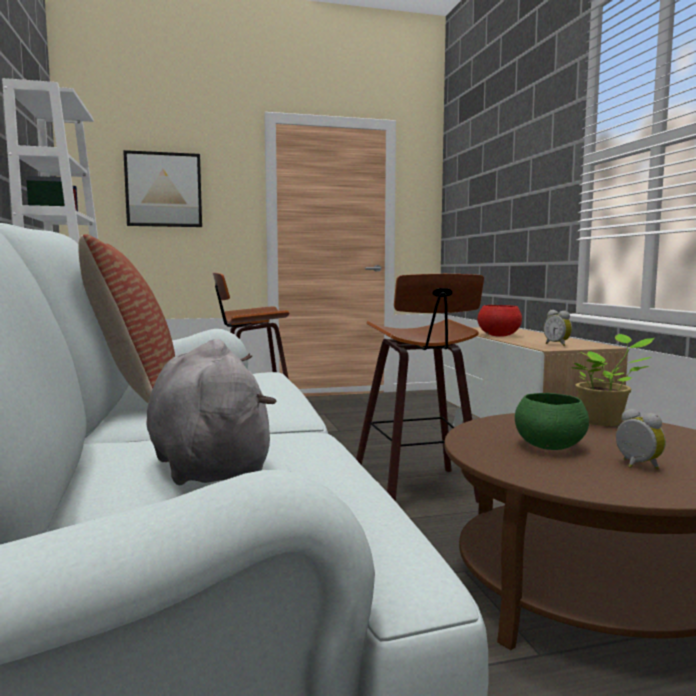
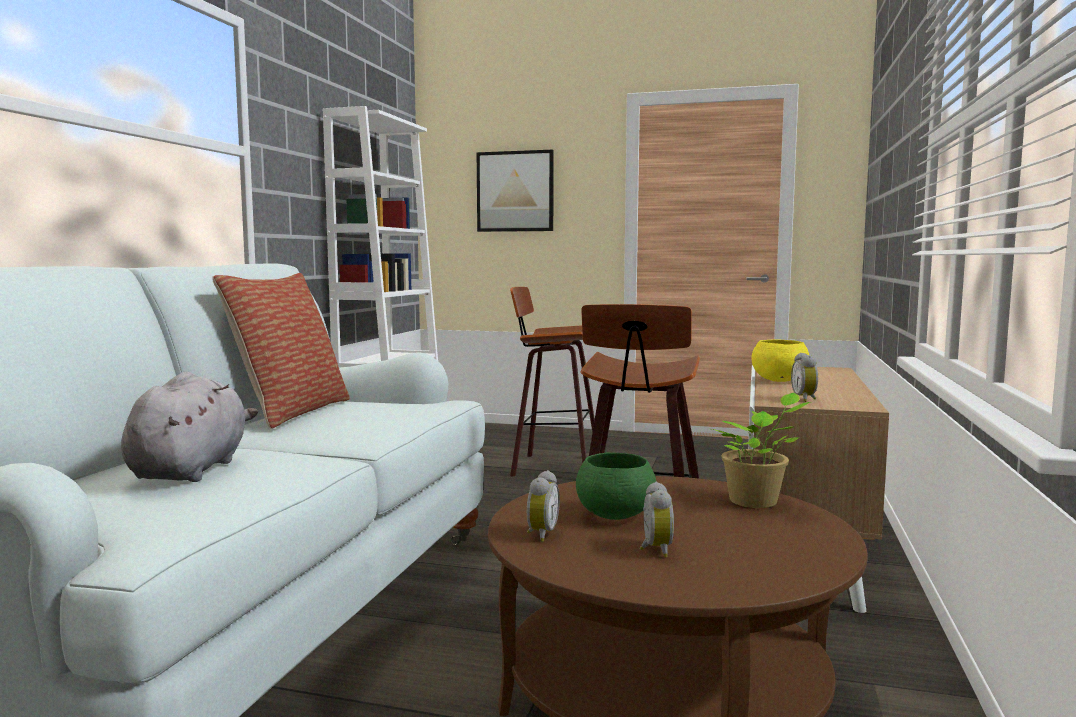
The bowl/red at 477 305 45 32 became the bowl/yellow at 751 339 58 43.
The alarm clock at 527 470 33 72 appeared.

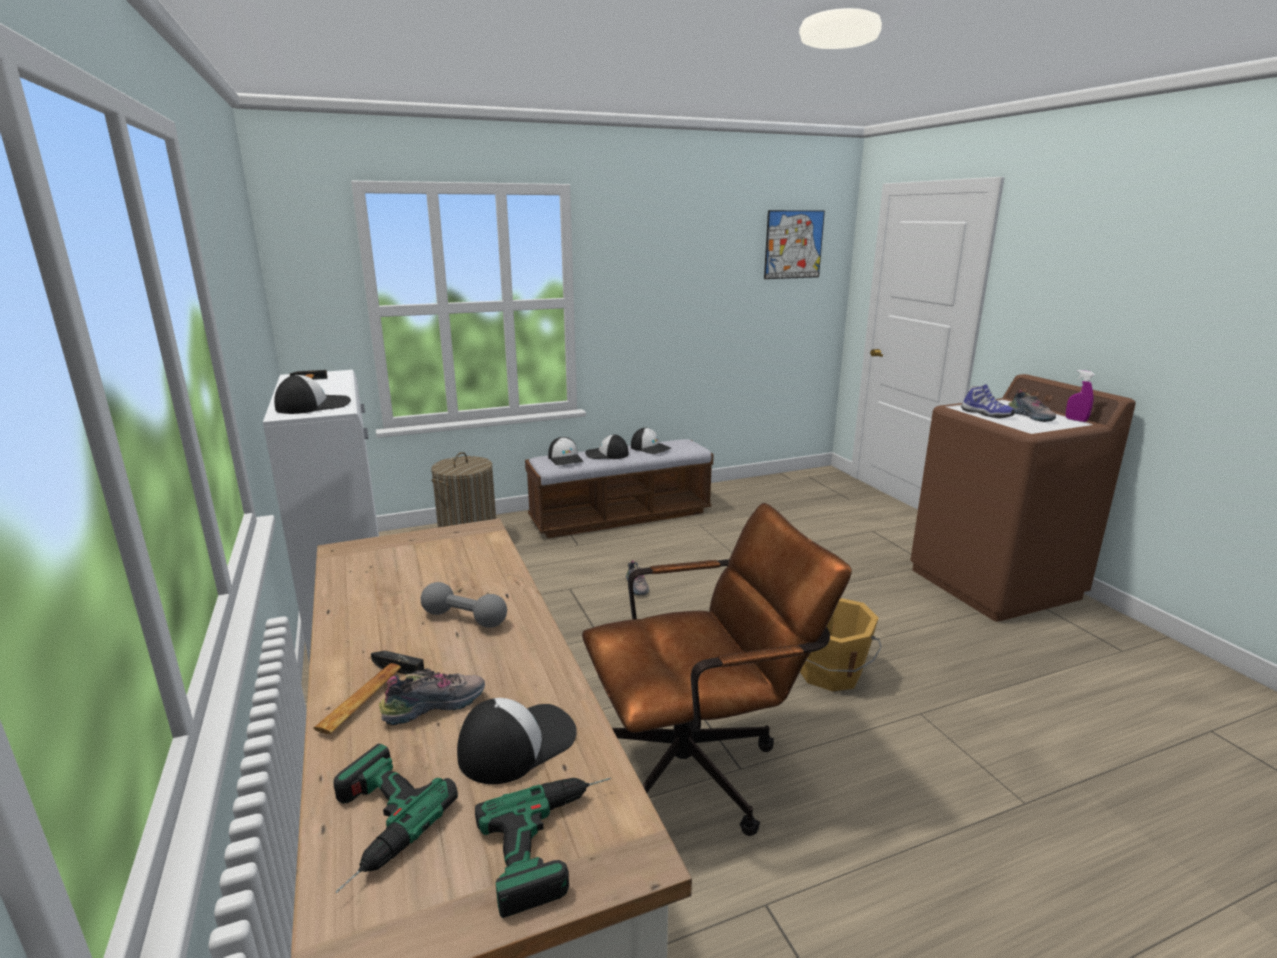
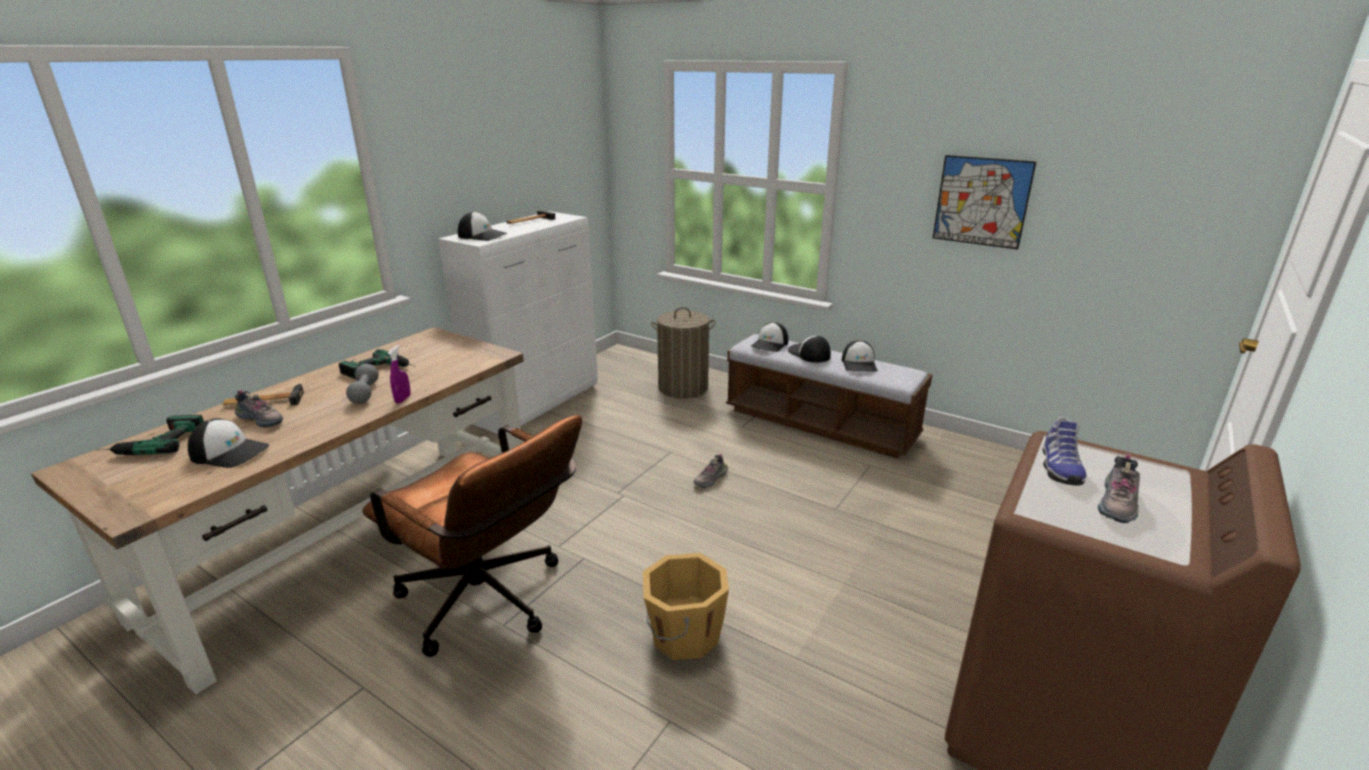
The power drill moved from 475 778 136 140 to 339 349 75 30.
The picture moved from 764 210 61 69 to 933 155 103 94.
The spray bottle/purple moved from 1066 370 29 52 to 388 345 23 58.

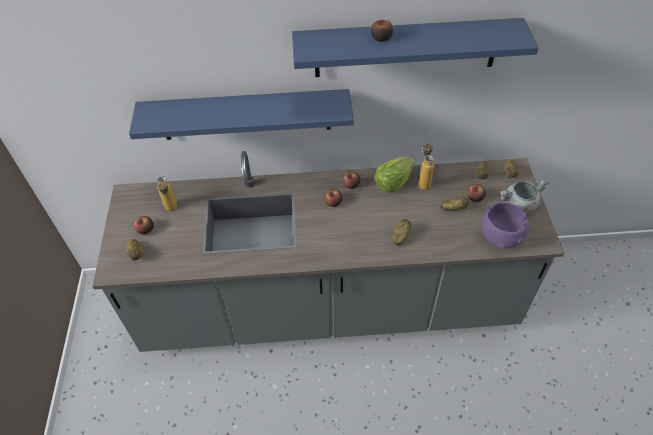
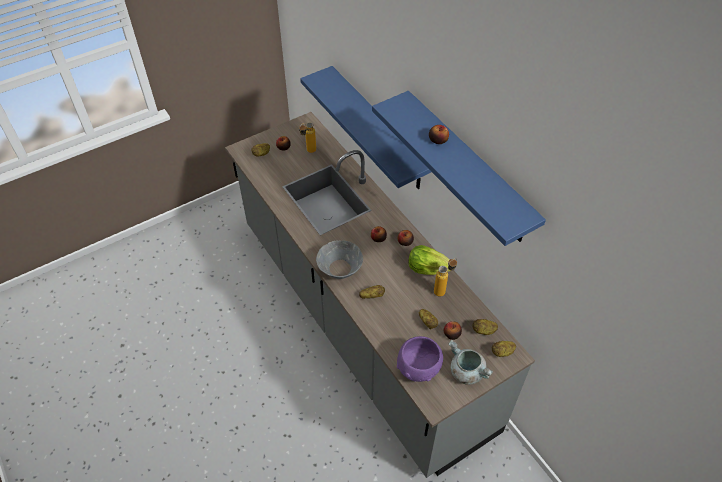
The bowl/grey at 316 240 47 39 appeared.

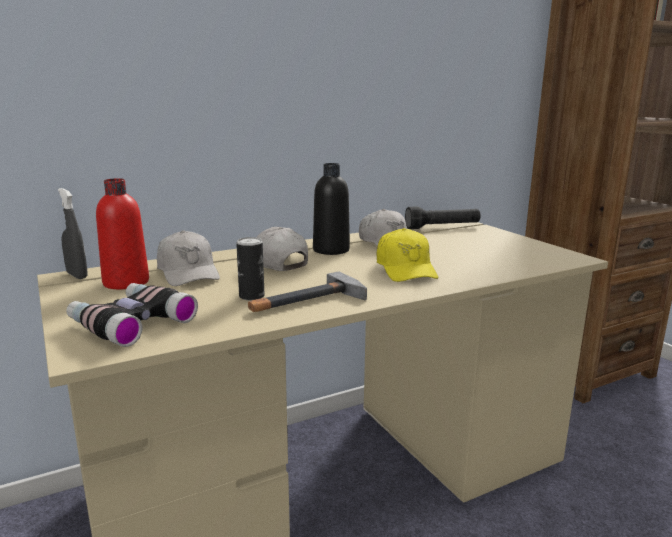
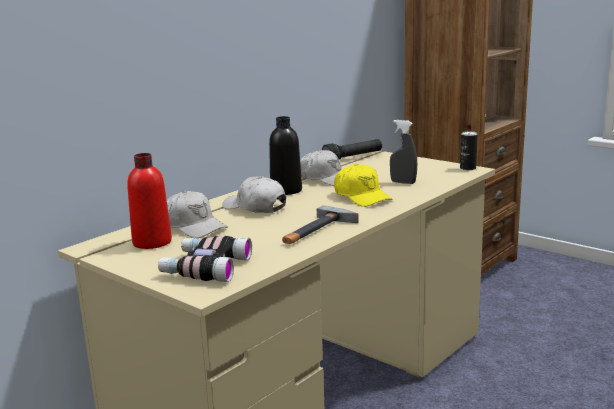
The spray bottle/grey moved from 58 188 30 91 to 390 120 27 64.
The can moved from 236 237 29 63 to 460 131 18 39.

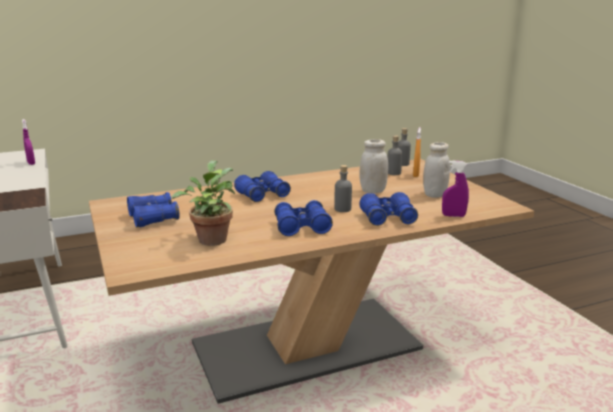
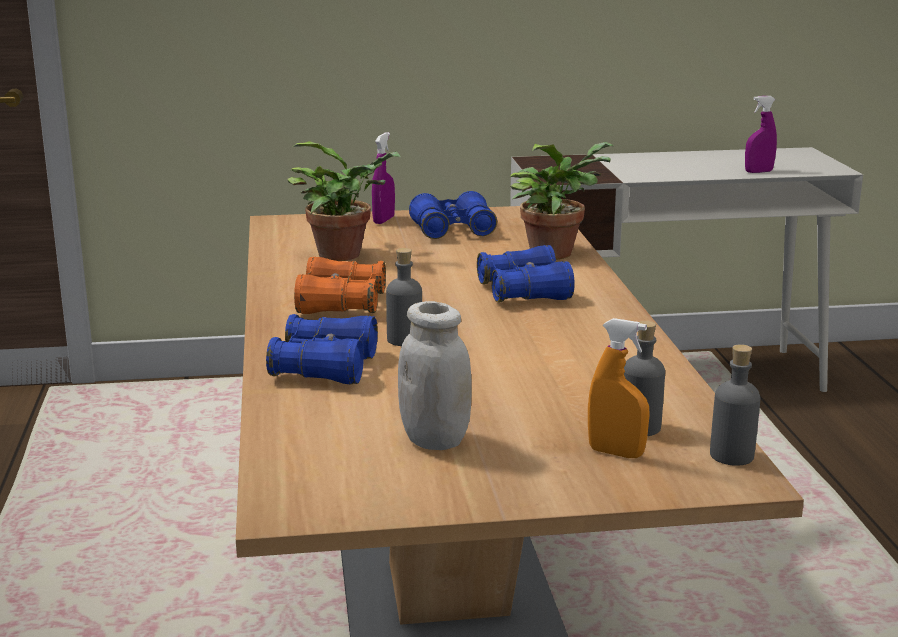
The binoculars/blue at 274 200 59 36 became the binoculars/orange at 294 257 92 57.
The jar/white at 360 139 28 54 disappeared.
The spray bottle/purple moved from 442 160 27 57 to 372 132 23 92.
The potted plant at 510 142 104 118 appeared.

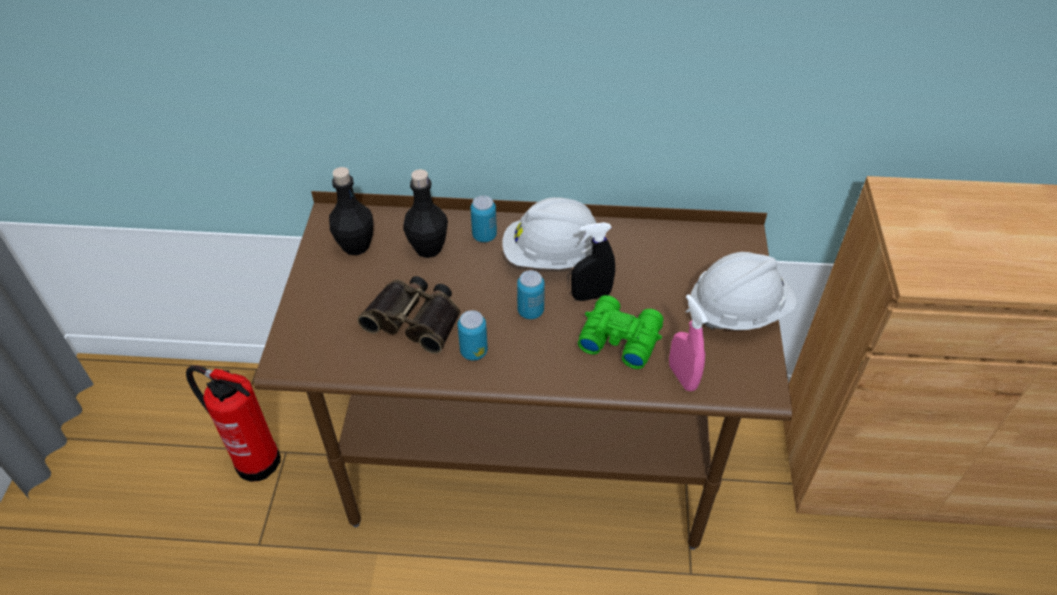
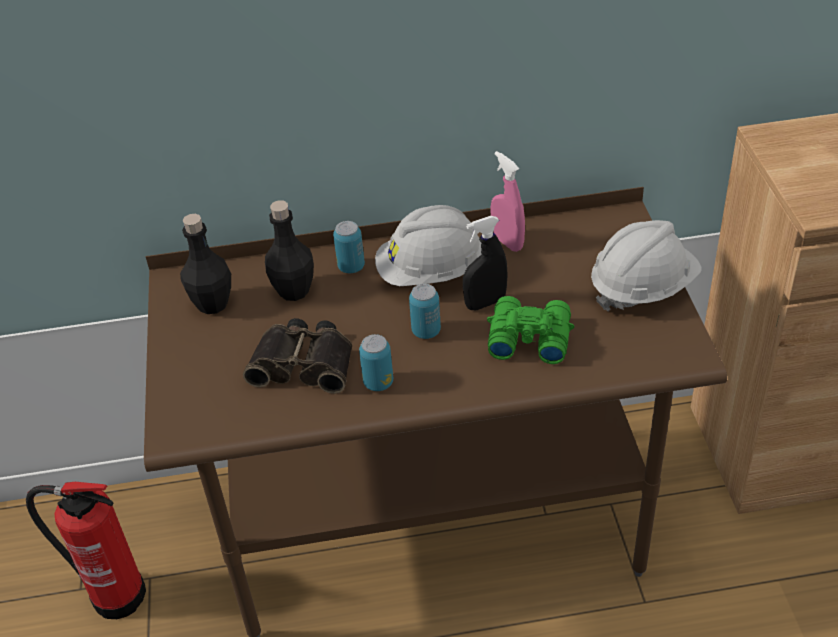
The spray bottle/pink moved from 669 294 39 97 to 490 151 35 101.

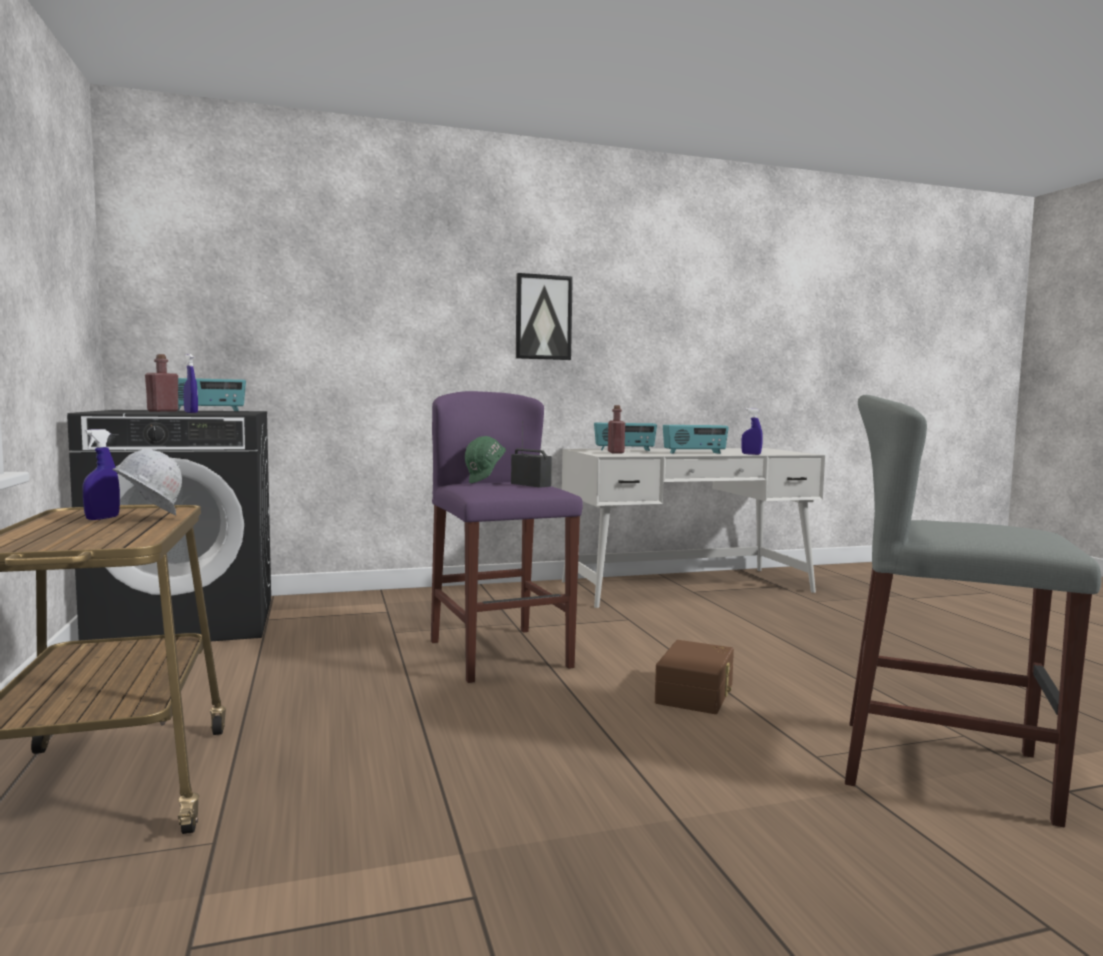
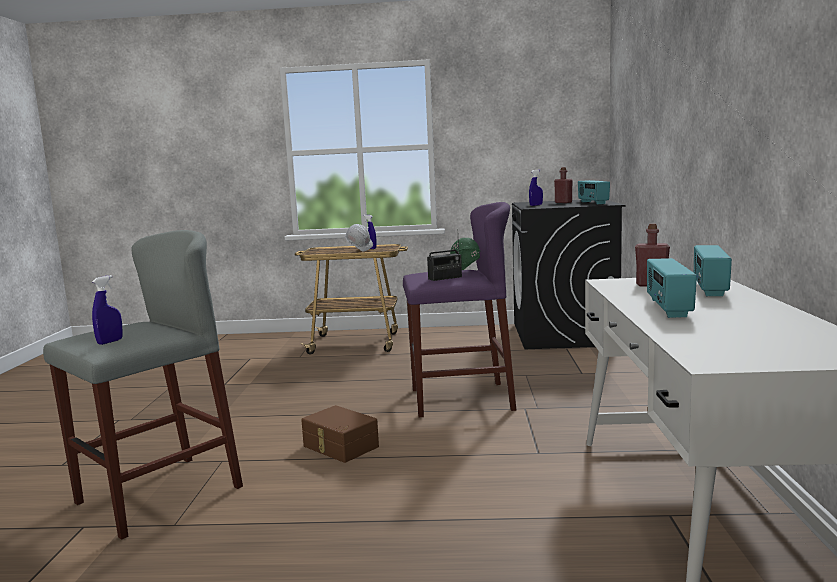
The picture at 516 273 57 87 disappeared.
The spray bottle/blue moved from 741 408 22 47 to 92 275 31 70.

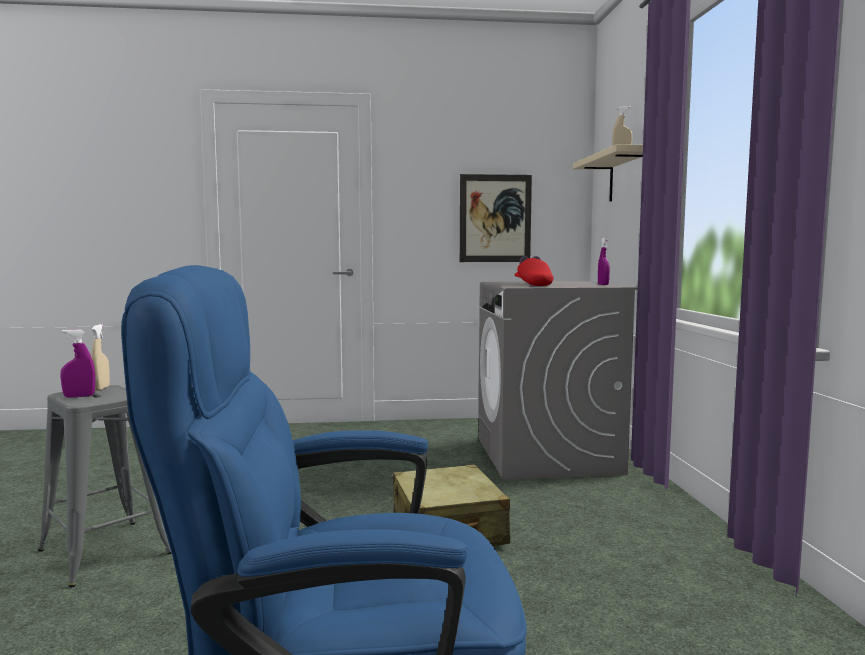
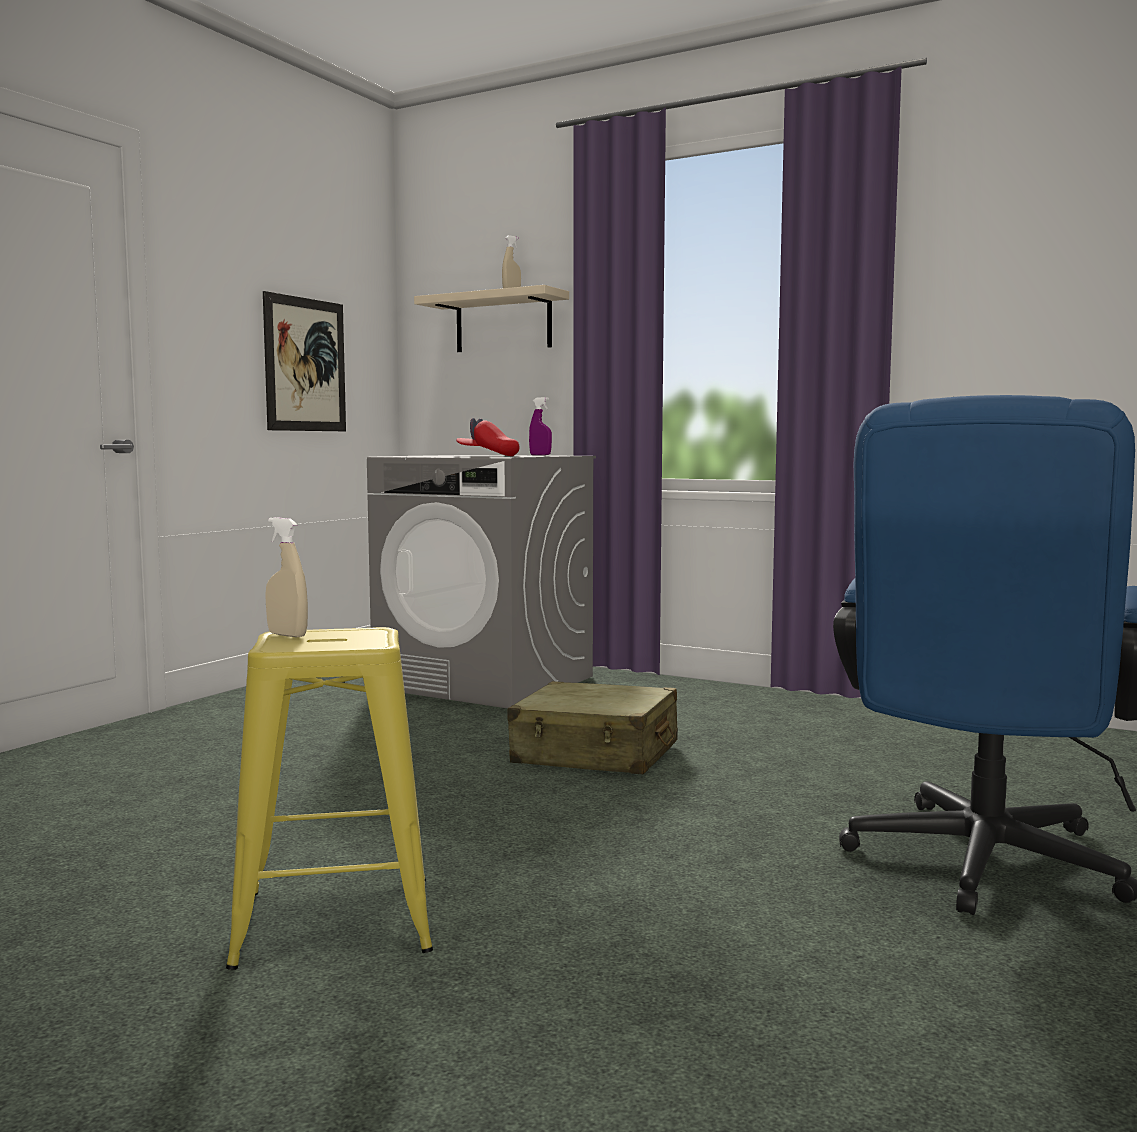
The stool/grey at 38 385 134 202 became the stool/yellow at 226 627 207 343.
The spray bottle/purple at 60 329 35 69 disappeared.

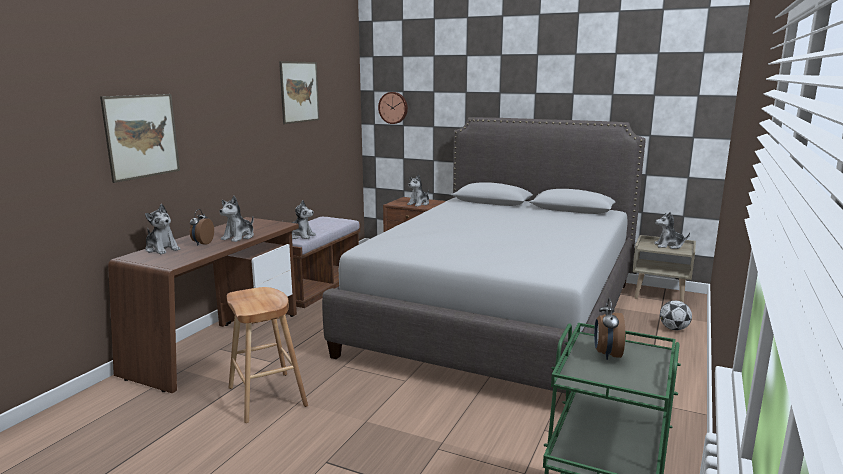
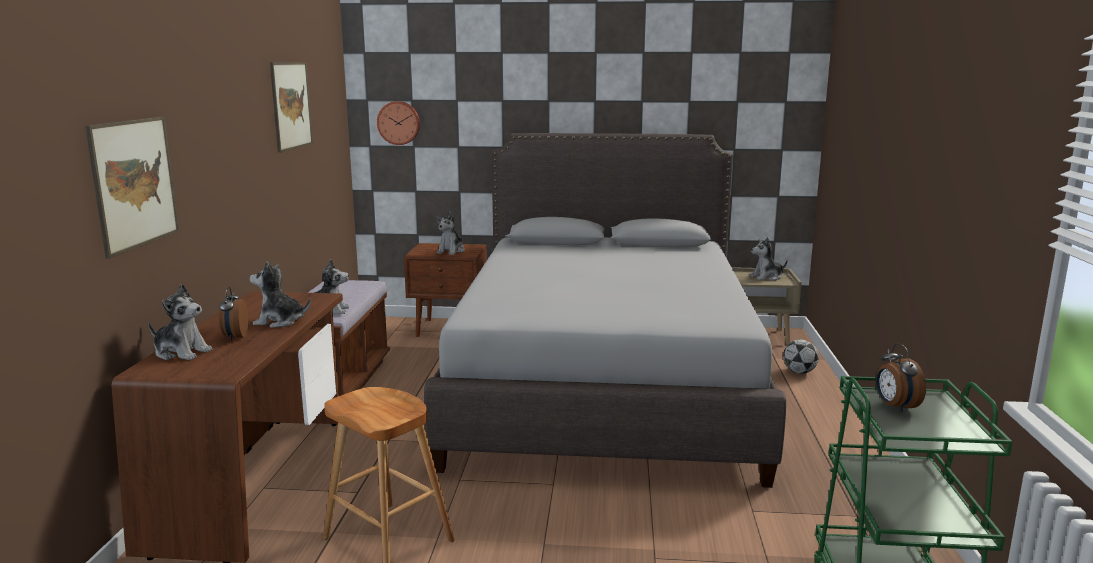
The plush toy at 219 196 35 46 turned 90 degrees clockwise.

